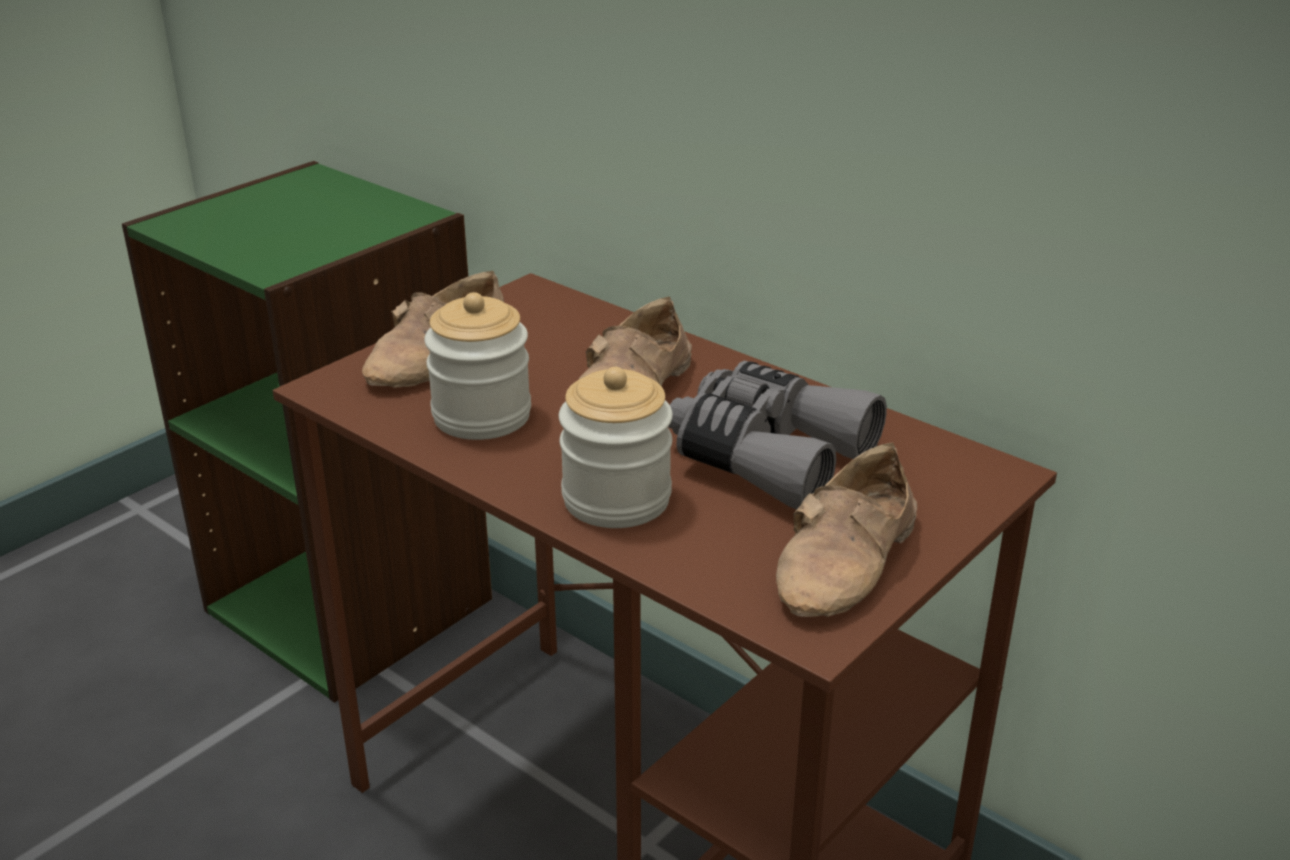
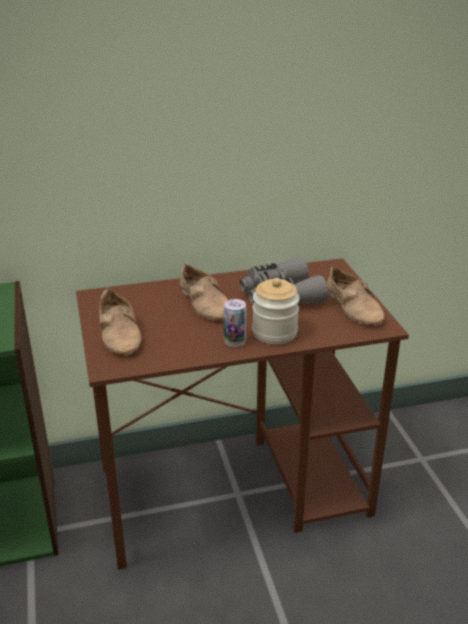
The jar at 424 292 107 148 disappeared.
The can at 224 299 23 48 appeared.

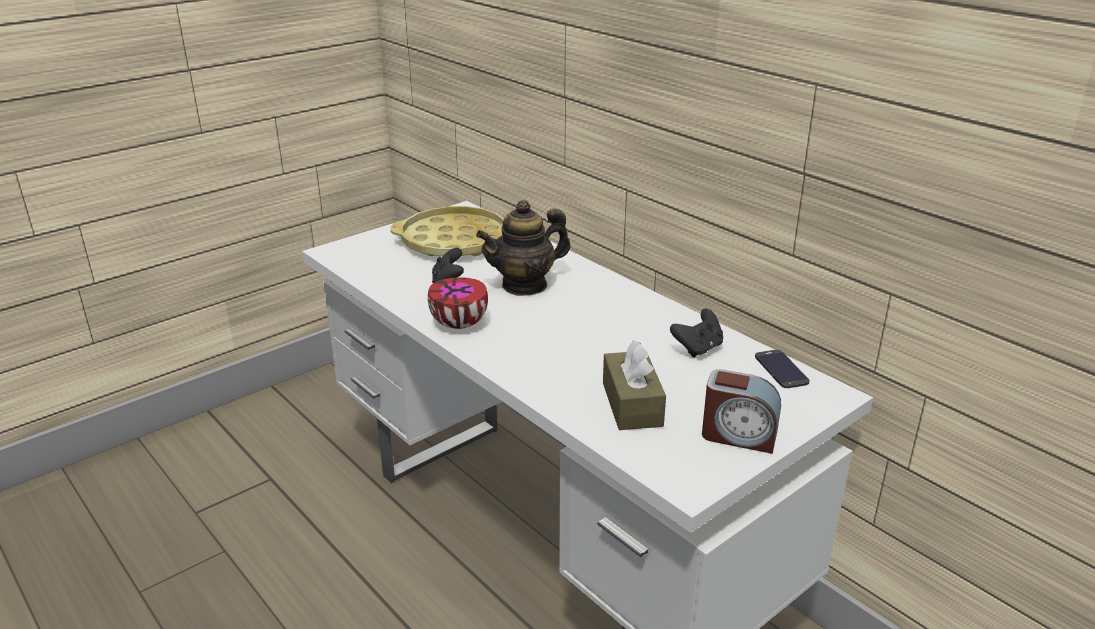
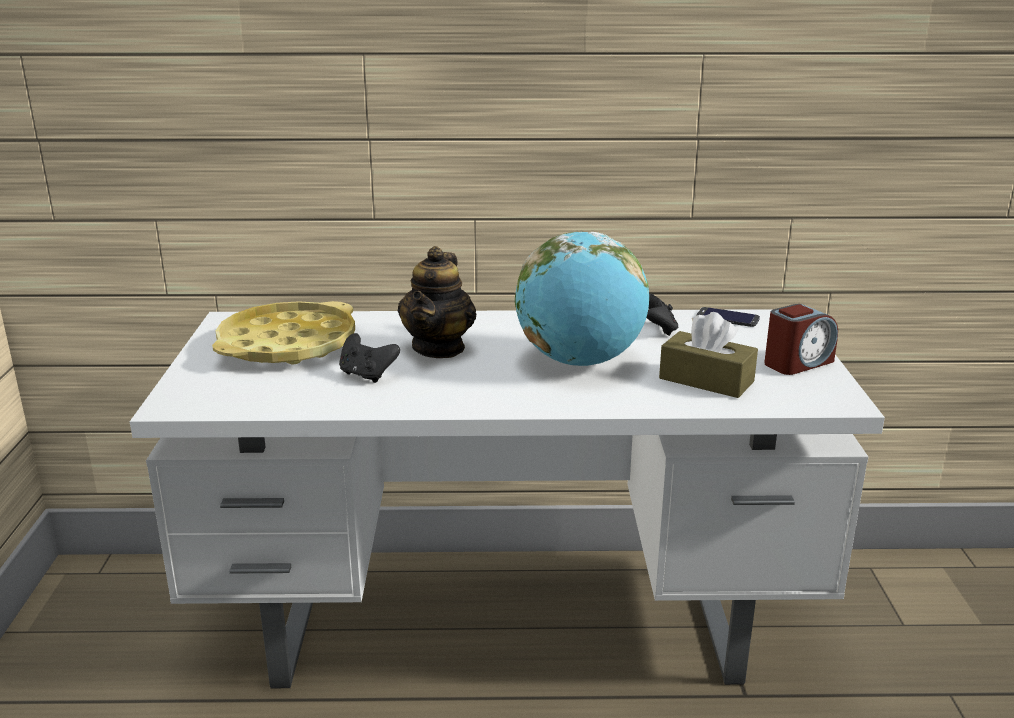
The bowl at 428 277 60 52 disappeared.
The globe at 515 232 134 134 appeared.

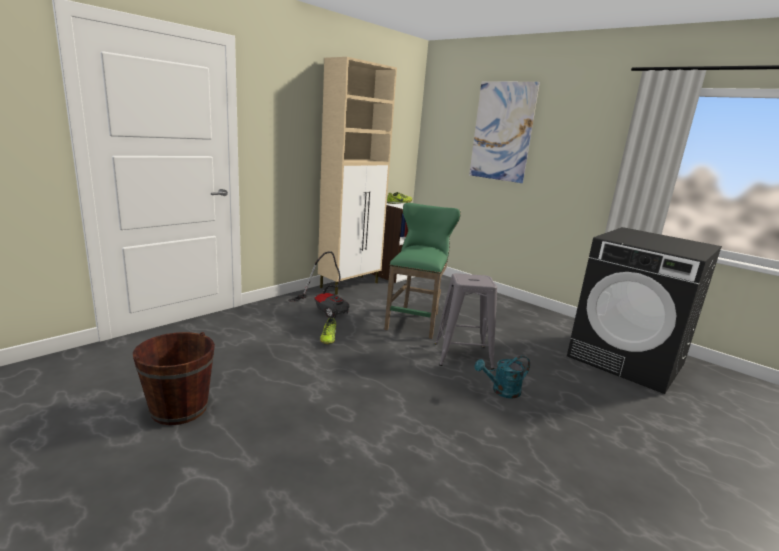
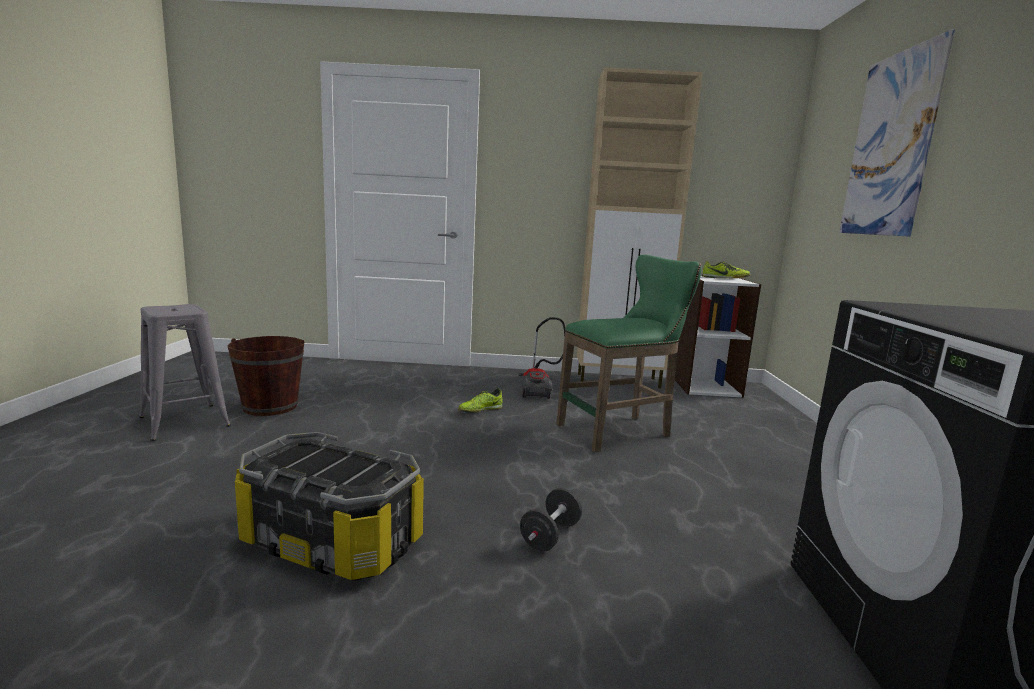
The stool/grey moved from 435 273 62 97 to 139 304 92 137.
The watering can/turquoise at 474 356 56 43 was replaced by the dumbbell/black at 520 488 62 63.
The storage box at 235 432 189 149 appeared.

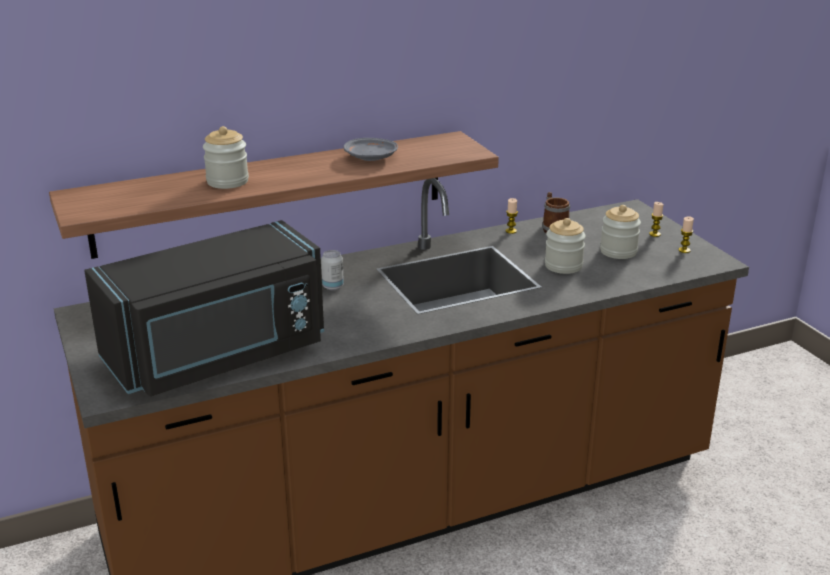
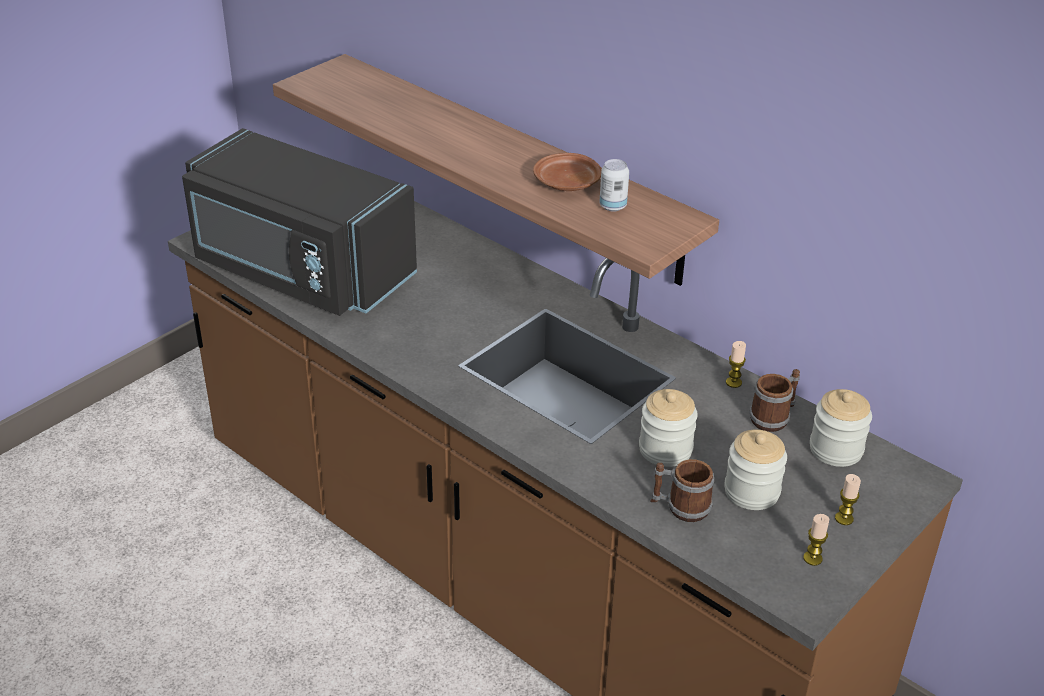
The jar moved from 203 126 46 63 to 810 389 62 78.
The can moved from 321 250 23 40 to 599 159 30 53.
The plate/grey at 344 138 54 23 became the plate/brown at 533 153 68 38.
The mug at 650 459 64 63 appeared.

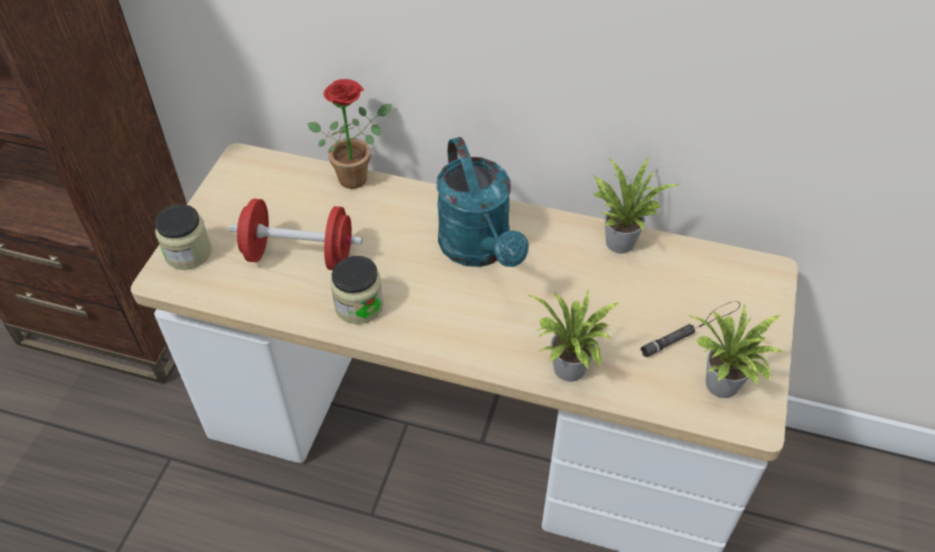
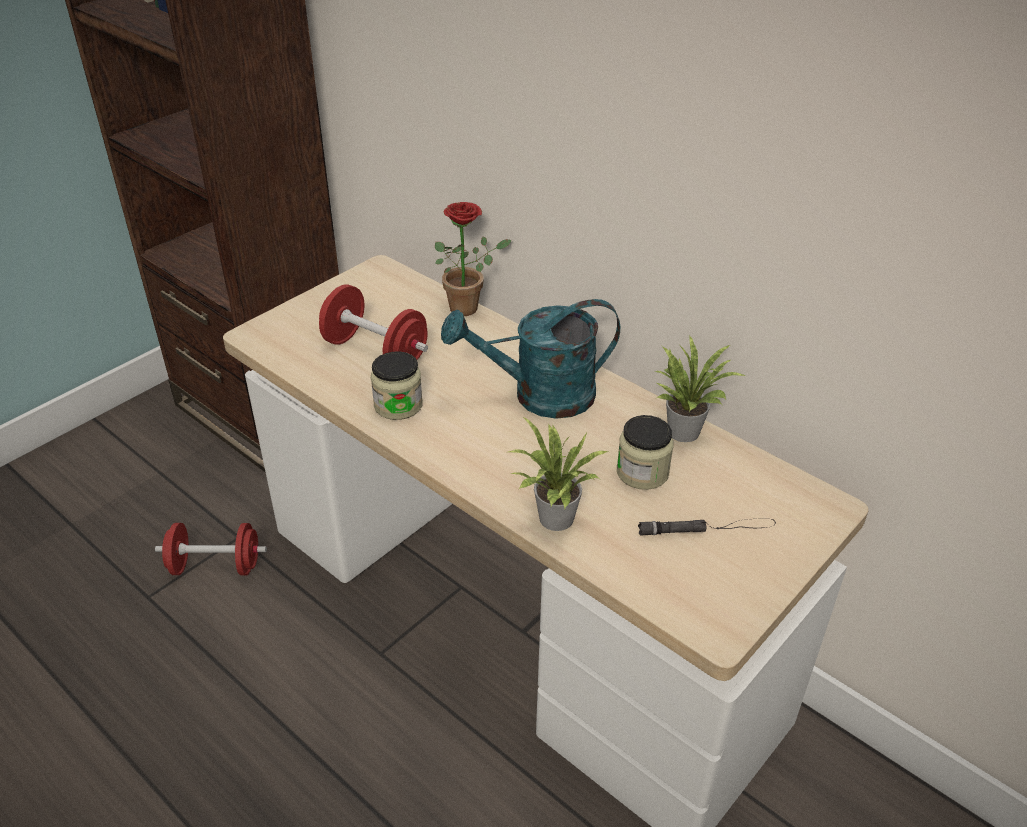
The jar moved from 155 204 57 66 to 617 415 57 75.
The watering can/turquoise at 436 137 93 130 turned 75 degrees clockwise.
The potted plant at 690 304 92 94 disappeared.
The dumbbell/red at 155 523 112 52 appeared.

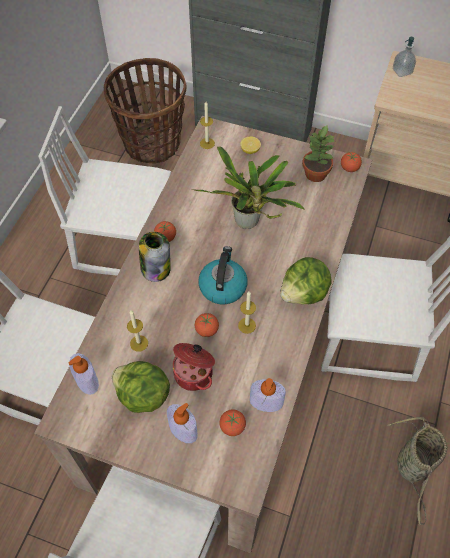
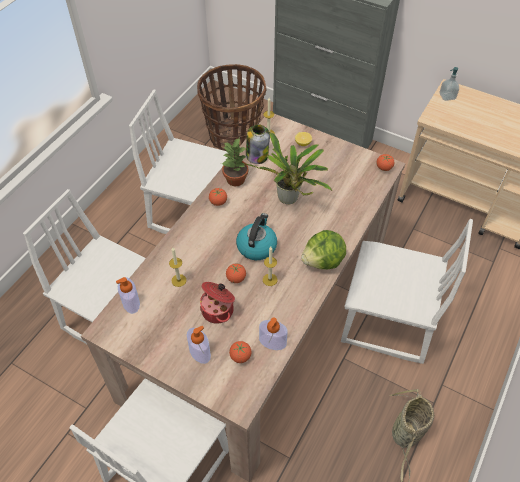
The lettuce at 112 361 58 52 disappeared.
The jar moved from 139 232 32 50 to 246 124 24 40.
The potted plant moved from 302 124 33 58 to 221 138 27 48.

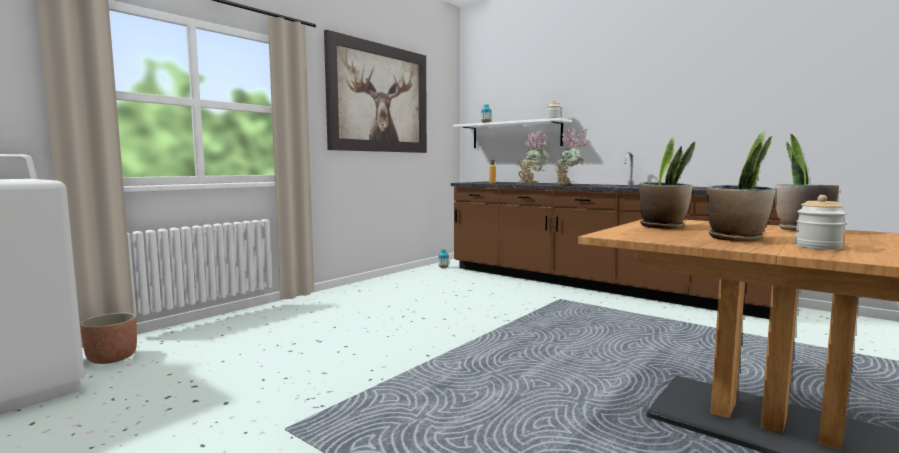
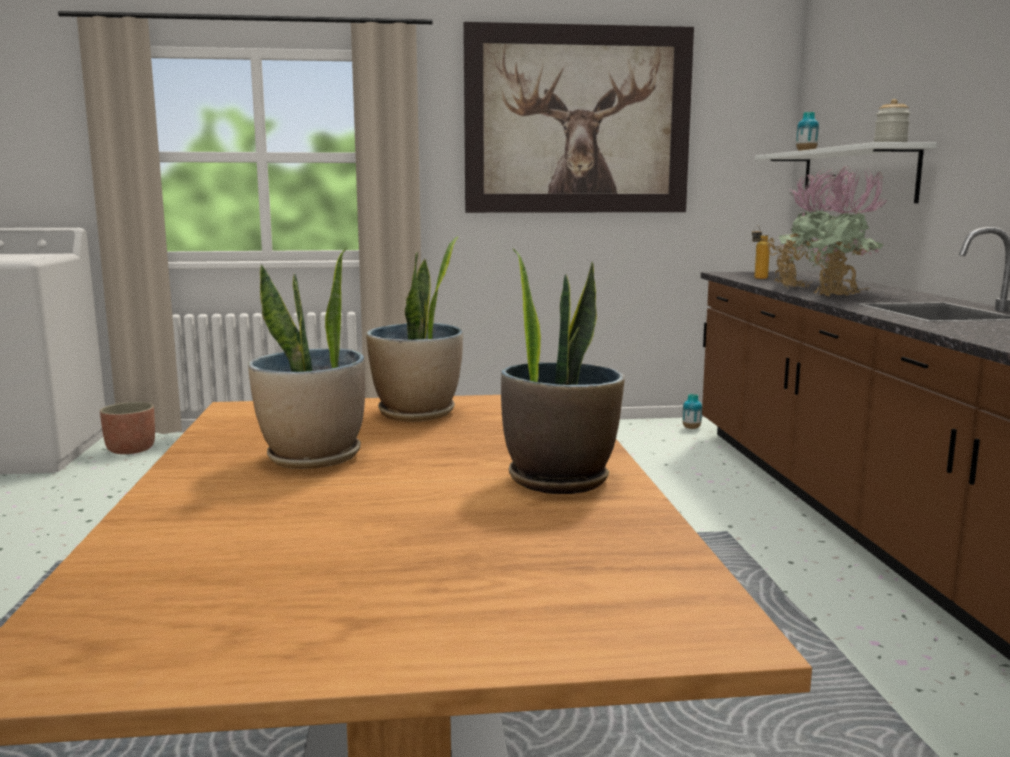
The jar at 795 195 51 55 disappeared.

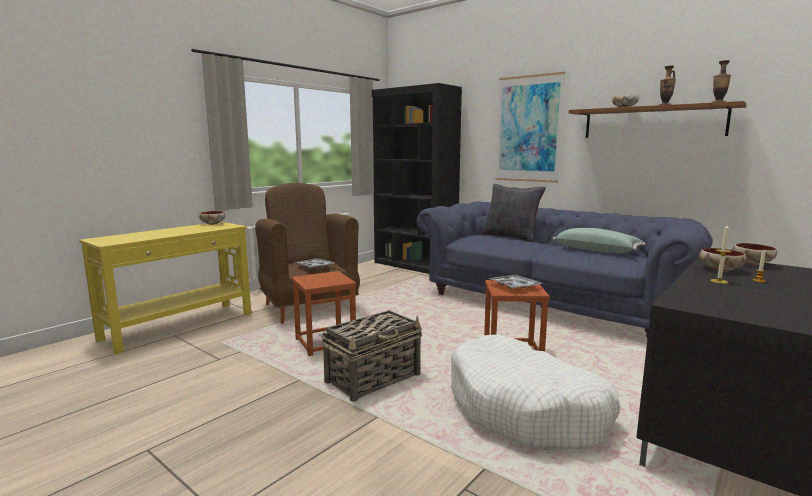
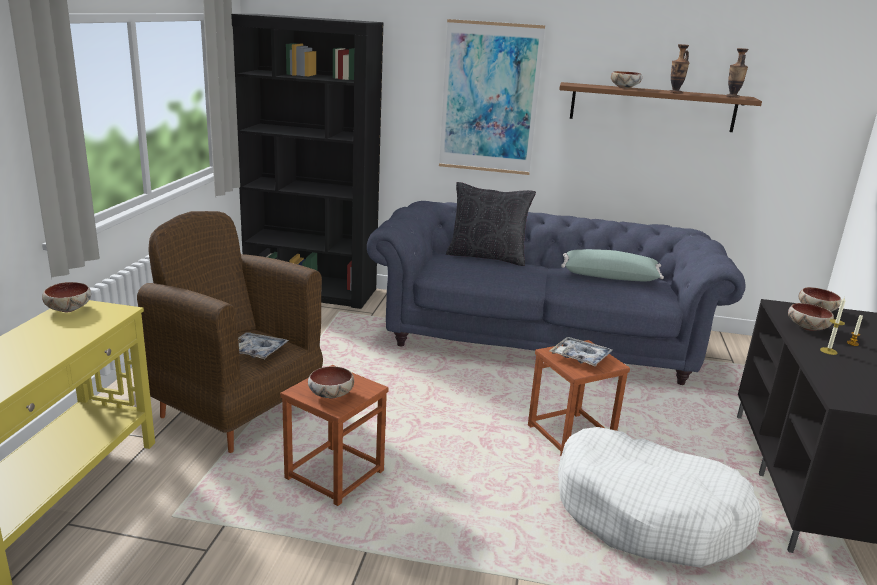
The basket at 321 310 101 92 disappeared.
The bowl at 308 366 46 32 appeared.

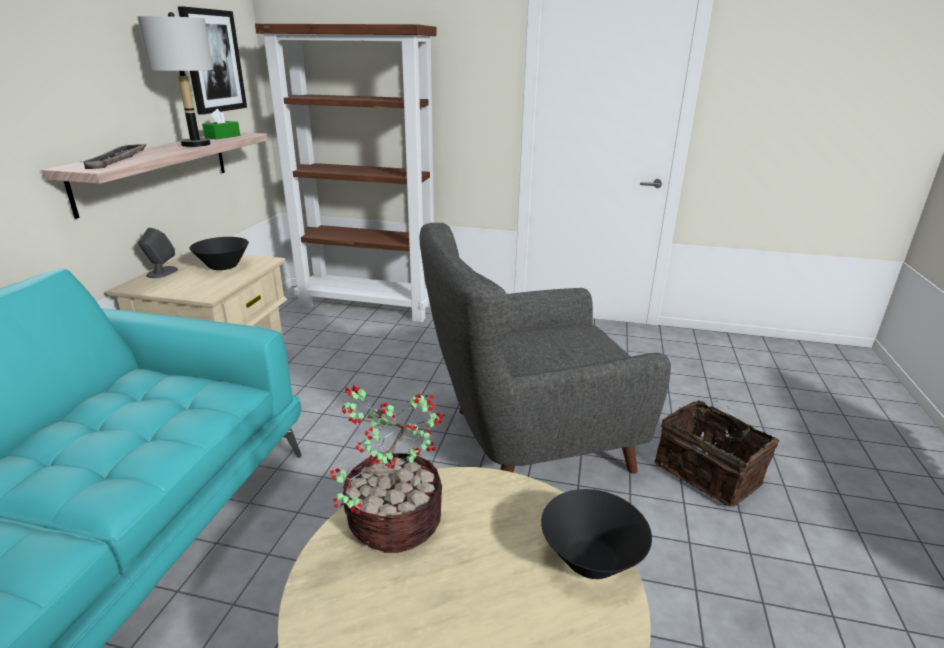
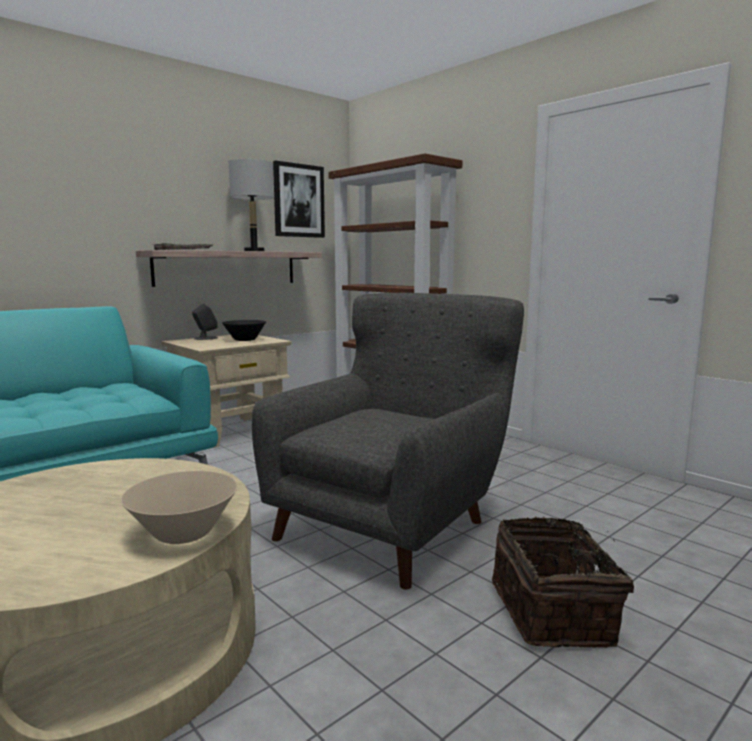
The tissue box/green at 202 109 38 30 disappeared.
The potted plant at 330 385 116 168 disappeared.
The armchair/grey at 419 223 252 251 turned 105 degrees clockwise.
The bowl/black at 541 489 111 90 became the bowl/beige at 121 471 116 73.

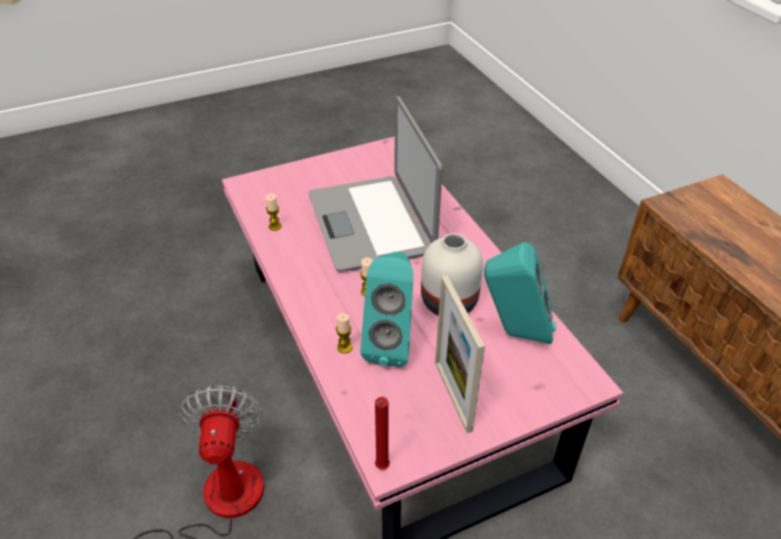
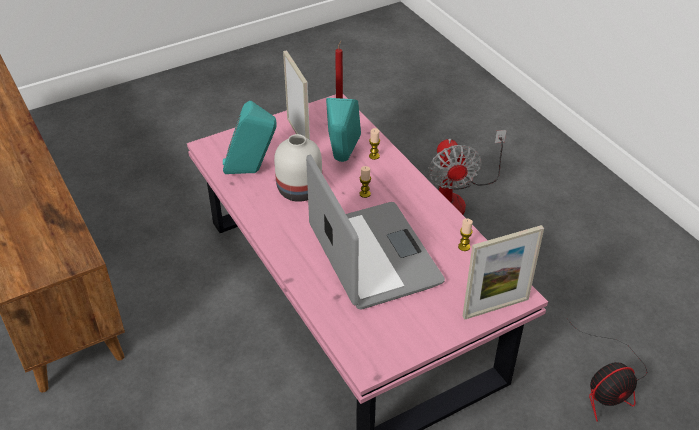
The picture frame at 463 225 81 95 appeared.
The fan at 567 319 80 103 appeared.

